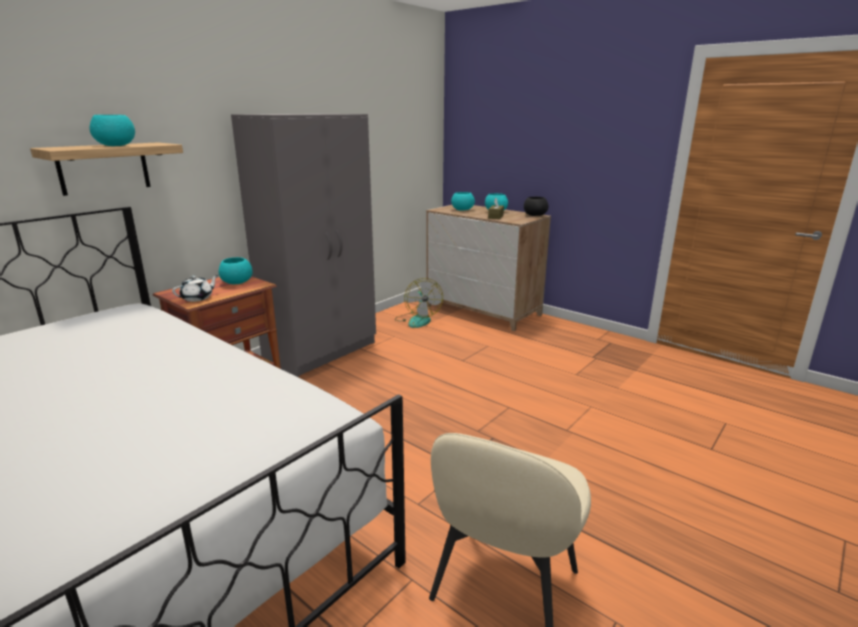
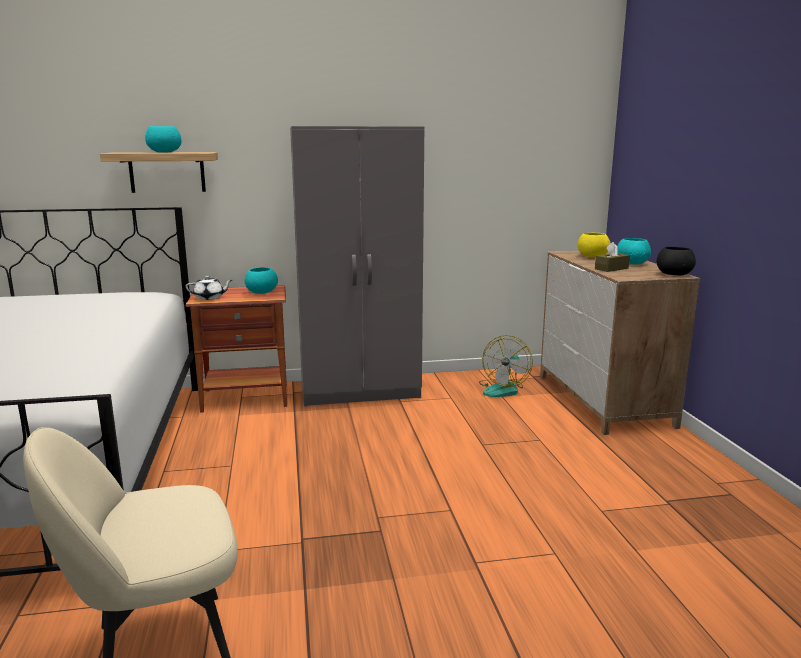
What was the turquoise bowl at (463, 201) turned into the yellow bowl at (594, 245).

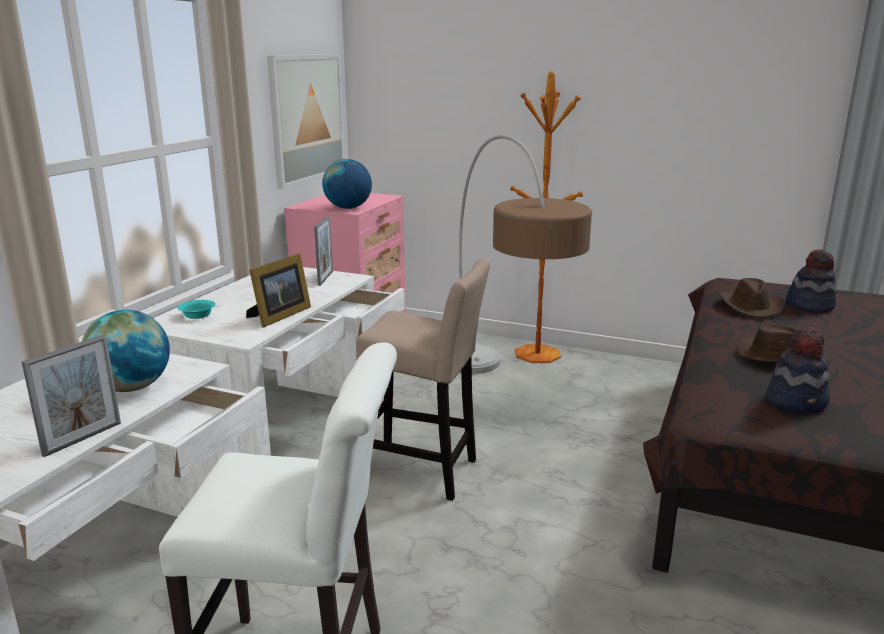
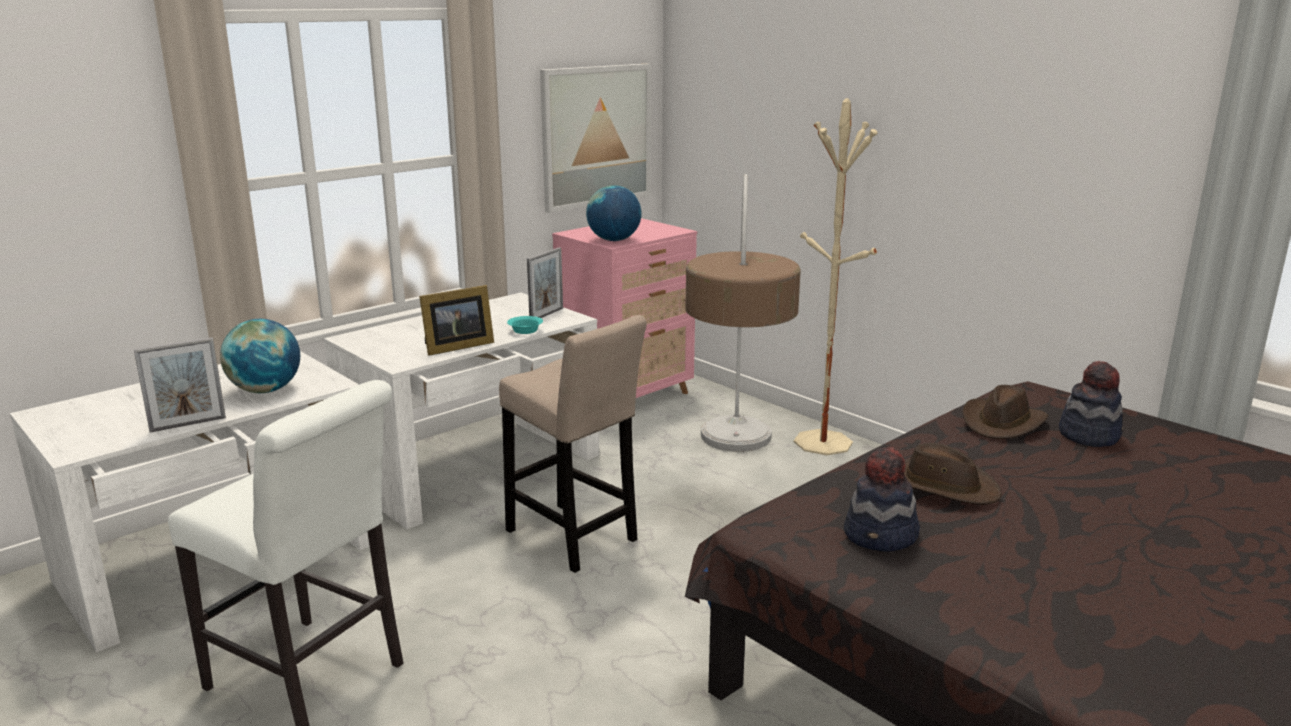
The turquoise bowl ended up elsewhere, having gone from (197, 309) to (525, 325).
What was the orange clothes rack at (546, 217) turned into the beige clothes rack at (836, 276).

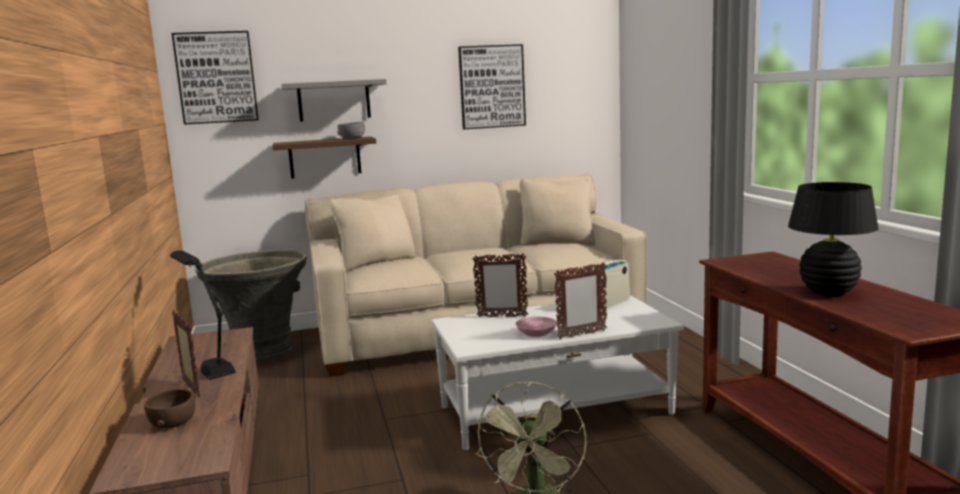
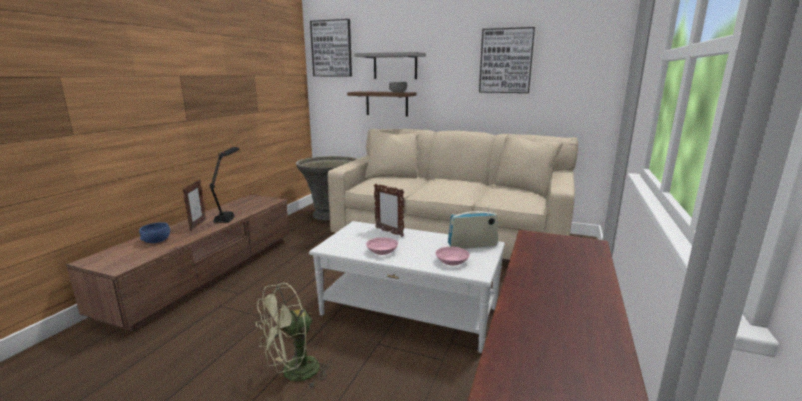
What was the brown bowl at (169, 408) turned into the blue bowl at (154, 232).
The second view gained the pink bowl at (453, 256).
The second view lost the picture frame at (580, 300).
The second view lost the black table lamp at (833, 239).

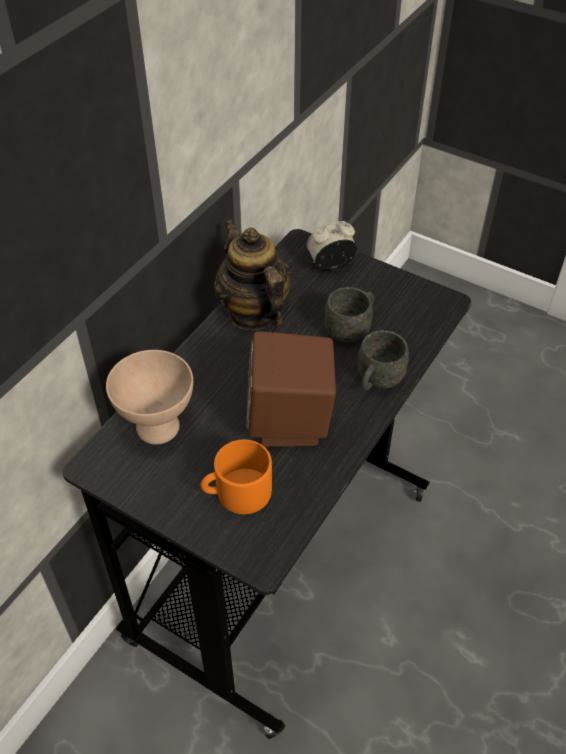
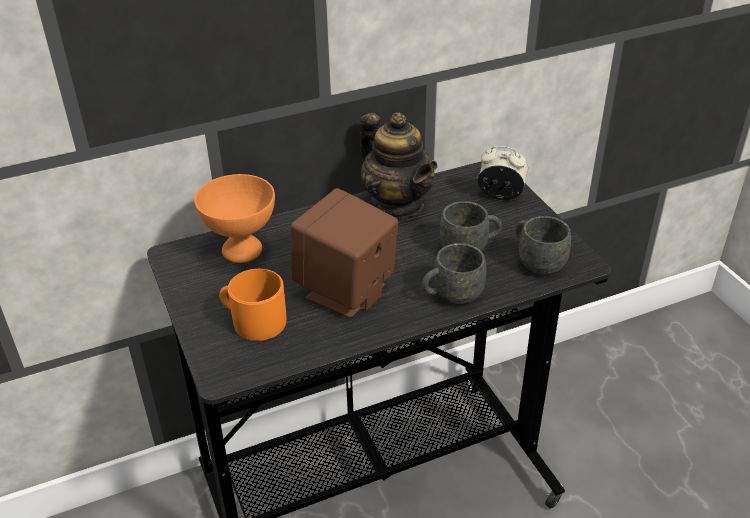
What was the beige bowl at (149, 397) turned into the orange bowl at (234, 218).
The teapot at (252, 275) ended up facing another way, 135 degrees clockwise from before.
The second view gained the grey mug at (543, 245).

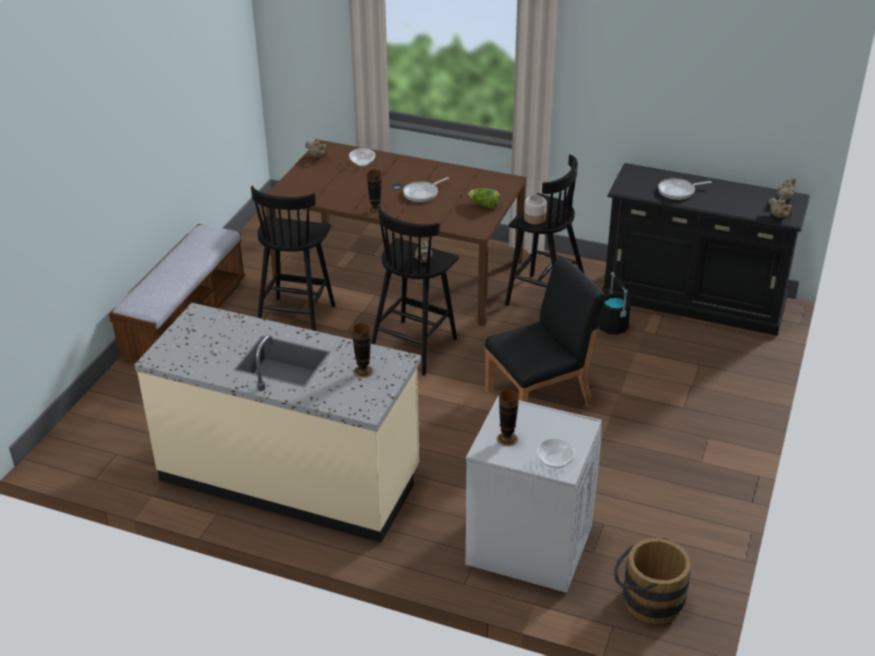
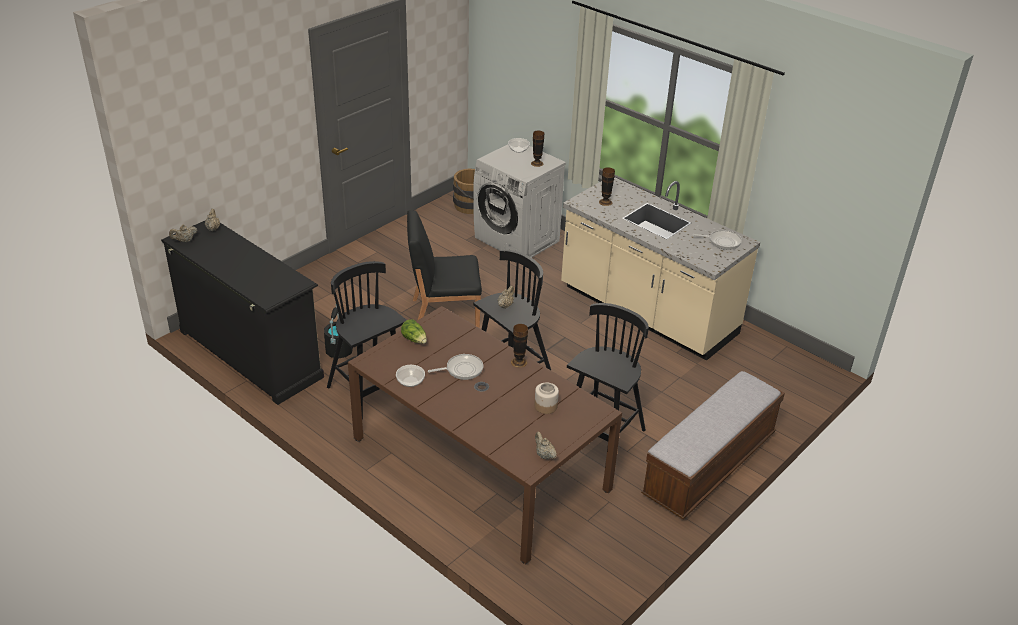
The bowl ended up elsewhere, having gone from (362, 157) to (410, 376).
The jar ended up elsewhere, having gone from (535, 209) to (546, 398).
The frying pan ended up elsewhere, having gone from (685, 189) to (717, 240).

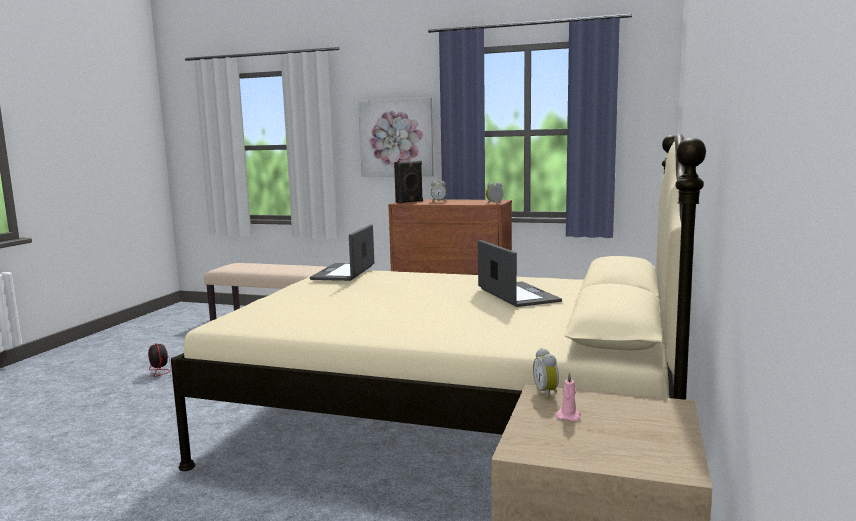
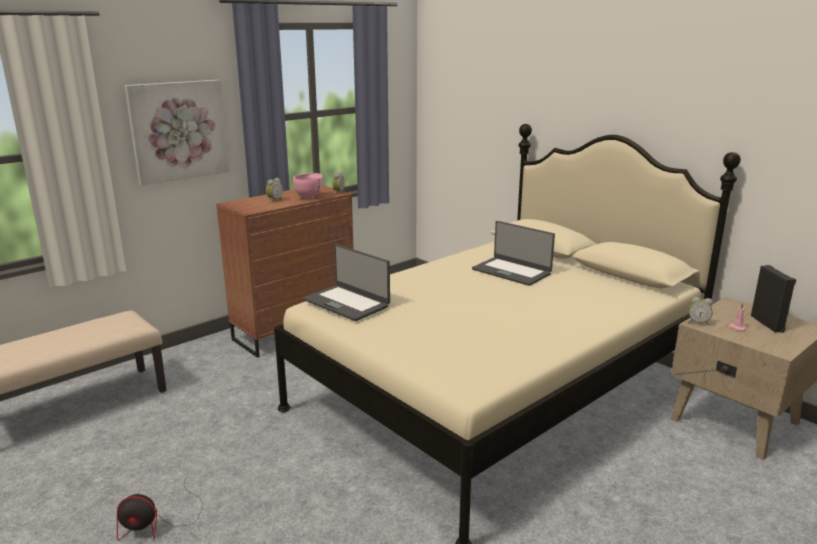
The second view gained the pink bowl at (308, 186).
The laptop at (520, 273) ended up facing another way, 150 degrees counterclockwise from before.
The black speaker ended up elsewhere, having gone from (408, 182) to (773, 299).

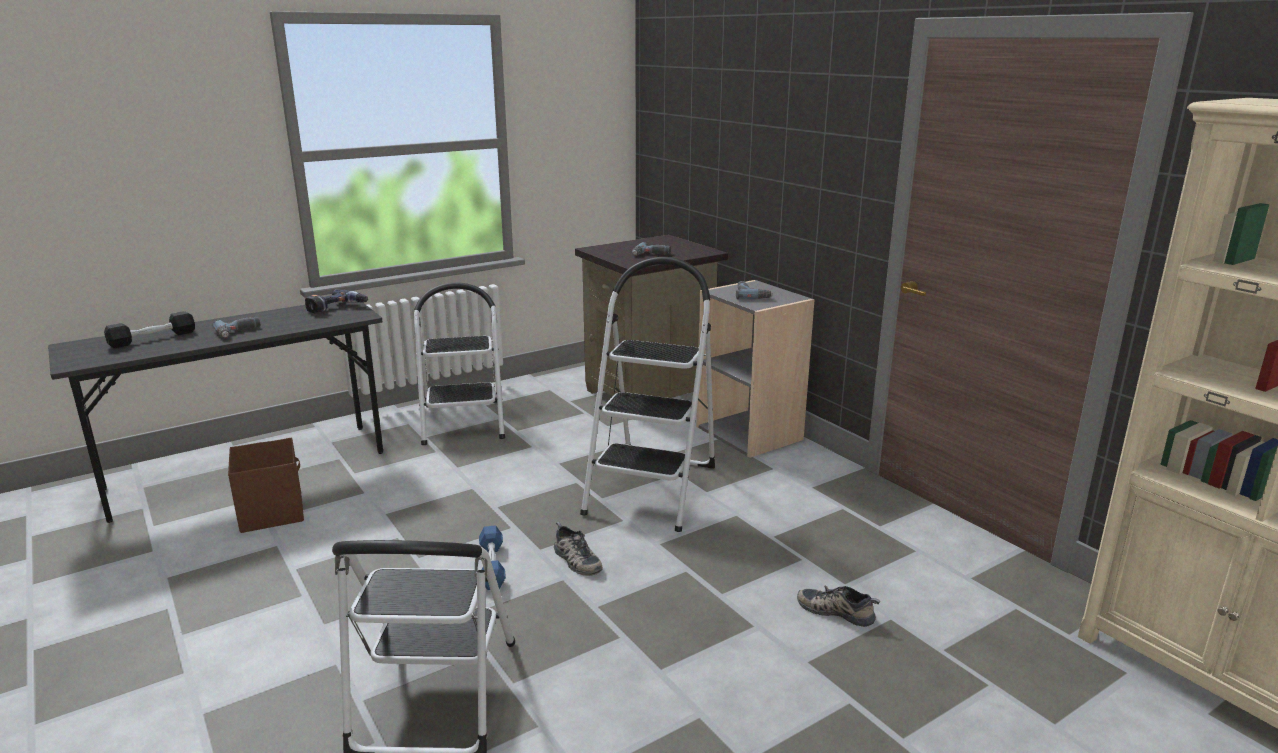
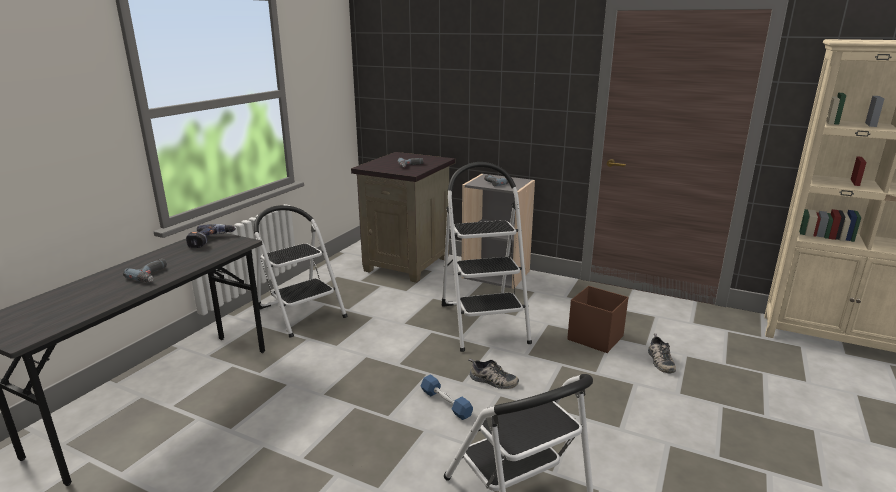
The brown storage box ended up elsewhere, having gone from (266, 485) to (597, 319).
The shoe at (838, 606) ended up facing another way, 90 degrees counterclockwise from before.
The second view lost the black dumbbell at (149, 329).

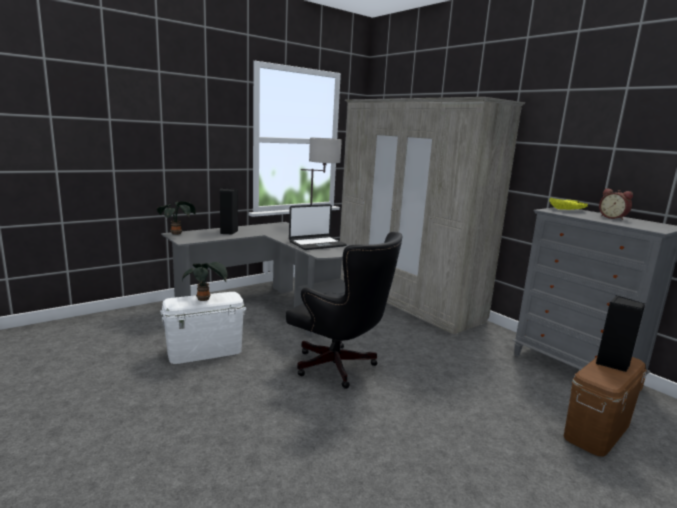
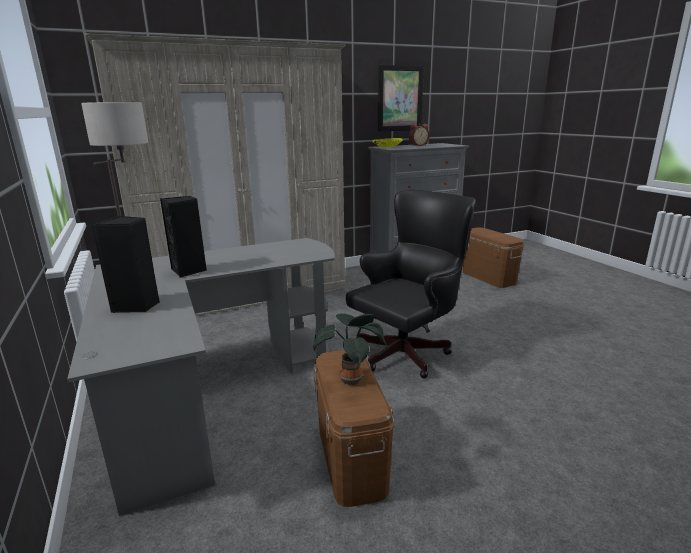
The black speaker ended up elsewhere, having gone from (620, 333) to (183, 237).
What was the white storage box at (203, 328) turned into the brown storage box at (354, 428).
The second view gained the picture at (401, 98).
The second view lost the potted plant at (176, 218).
The second view lost the laptop at (318, 227).

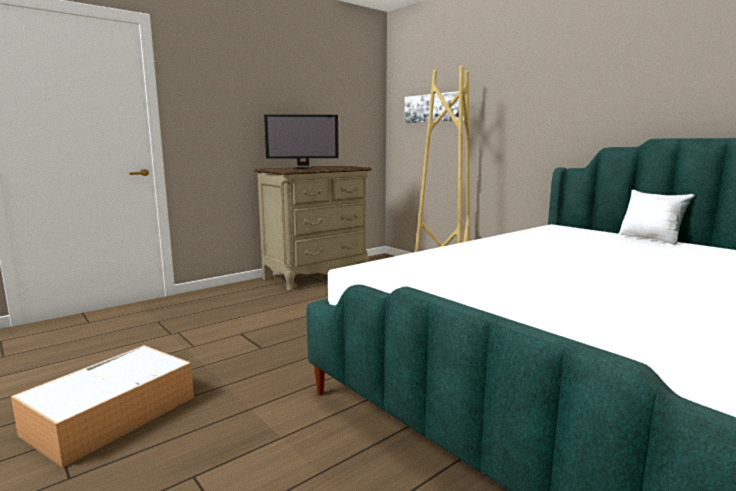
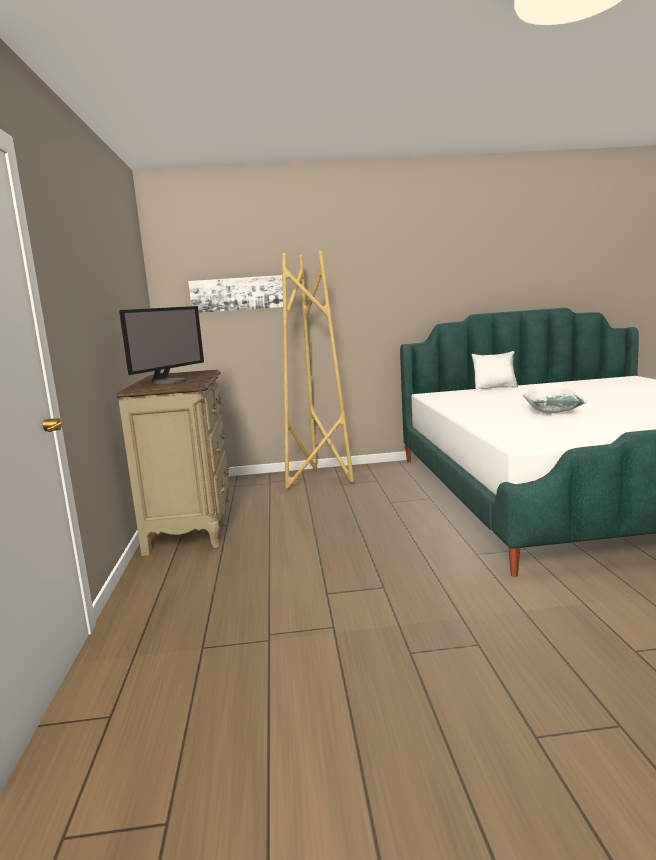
The second view gained the white pillow at (554, 398).
The second view lost the storage box at (102, 406).

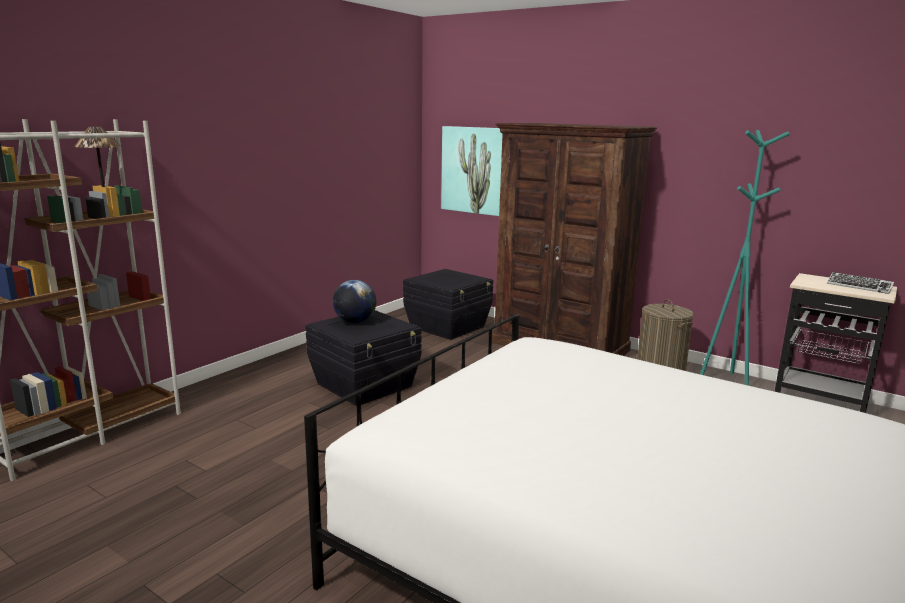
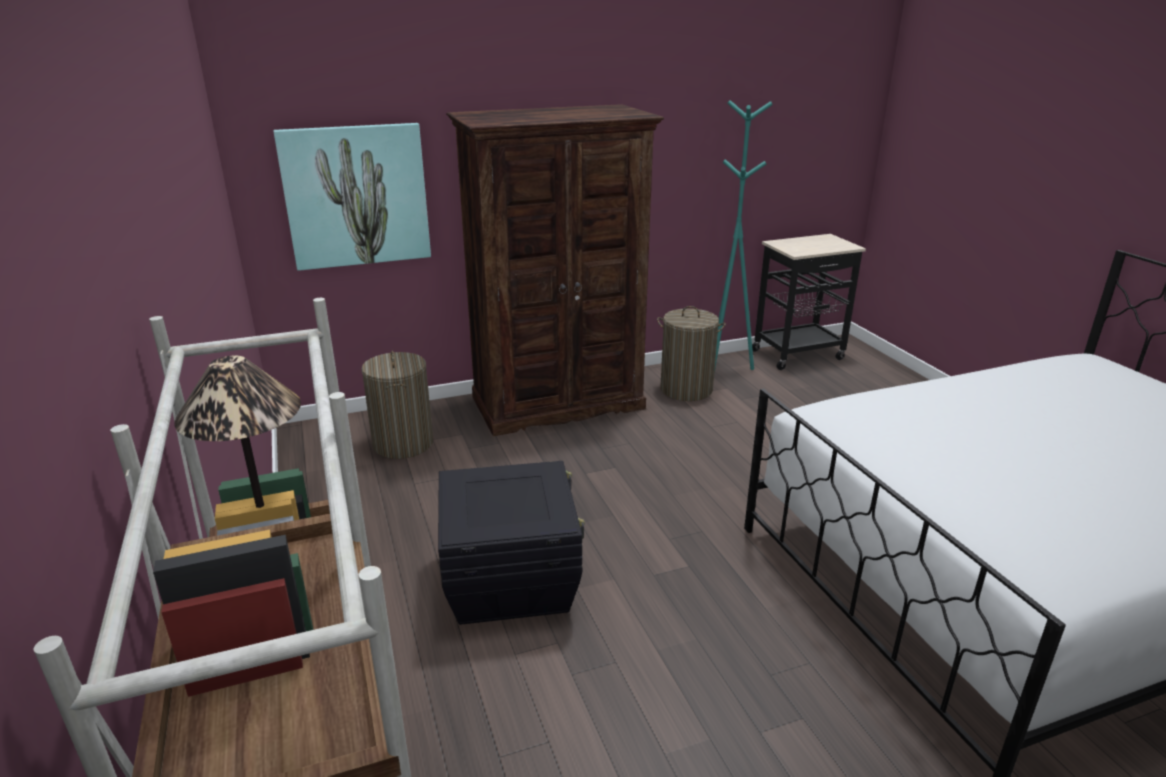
Where the black storage box stood at (448, 304), the laundry basket came to stand at (397, 405).
The second view lost the globe at (354, 301).
The second view lost the keyboard at (860, 283).

